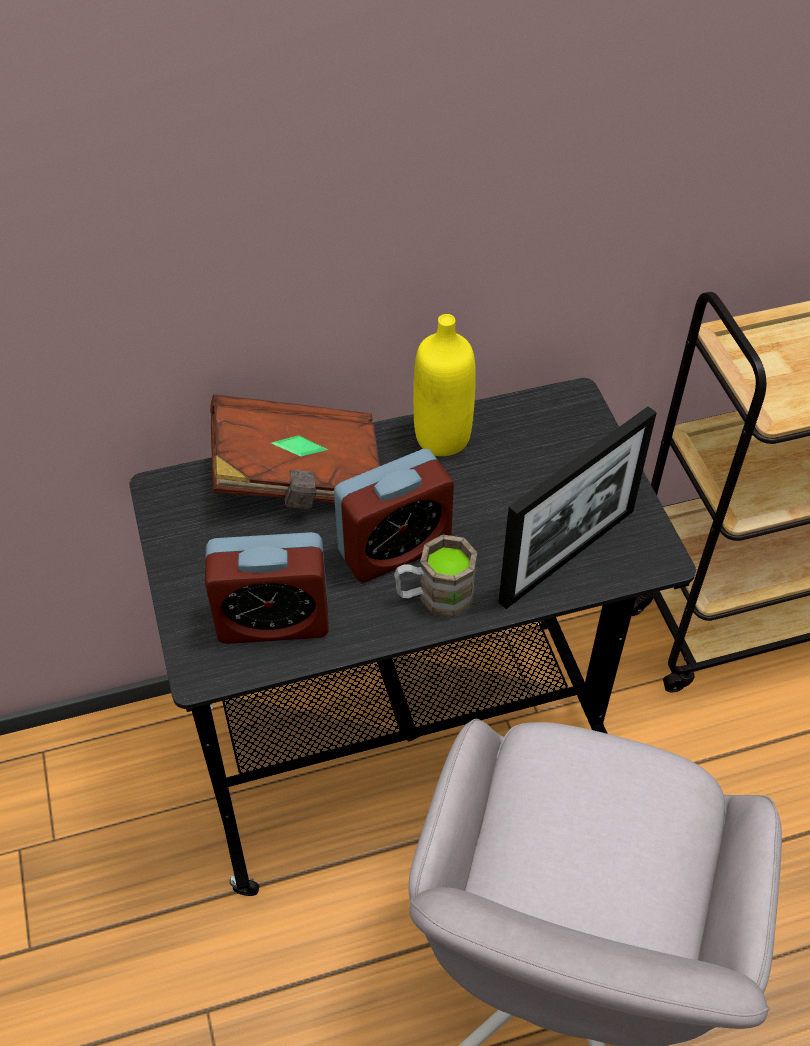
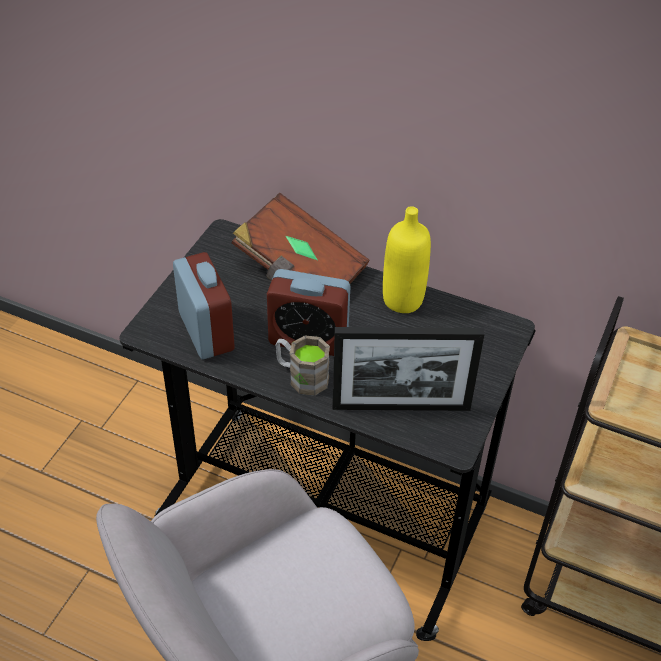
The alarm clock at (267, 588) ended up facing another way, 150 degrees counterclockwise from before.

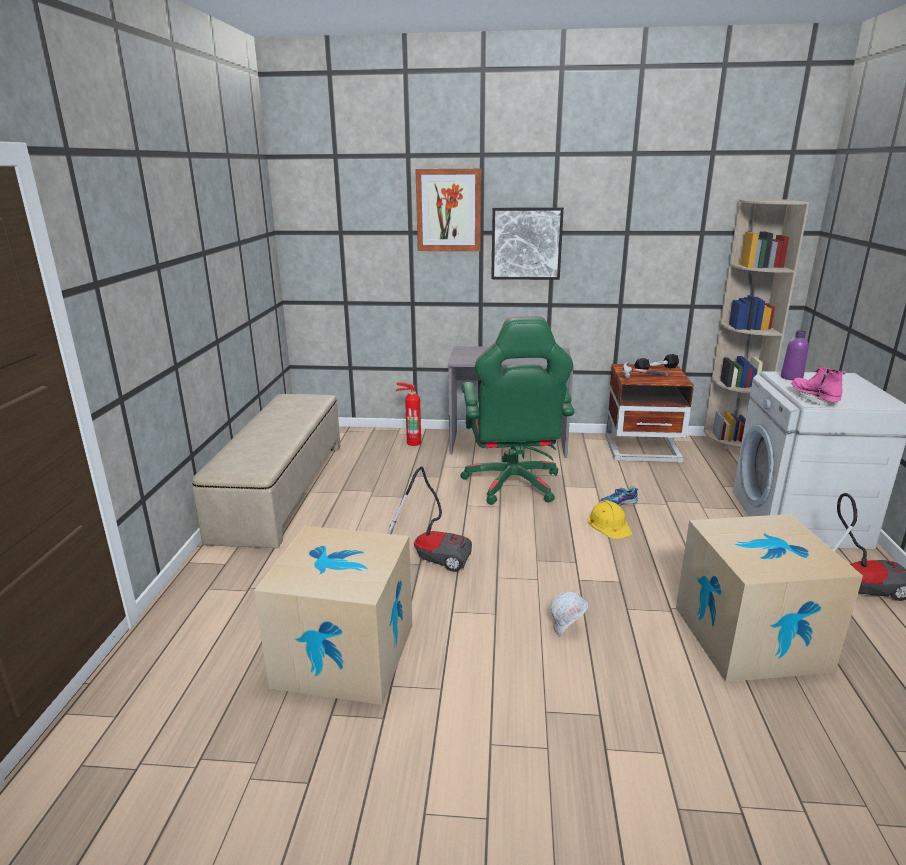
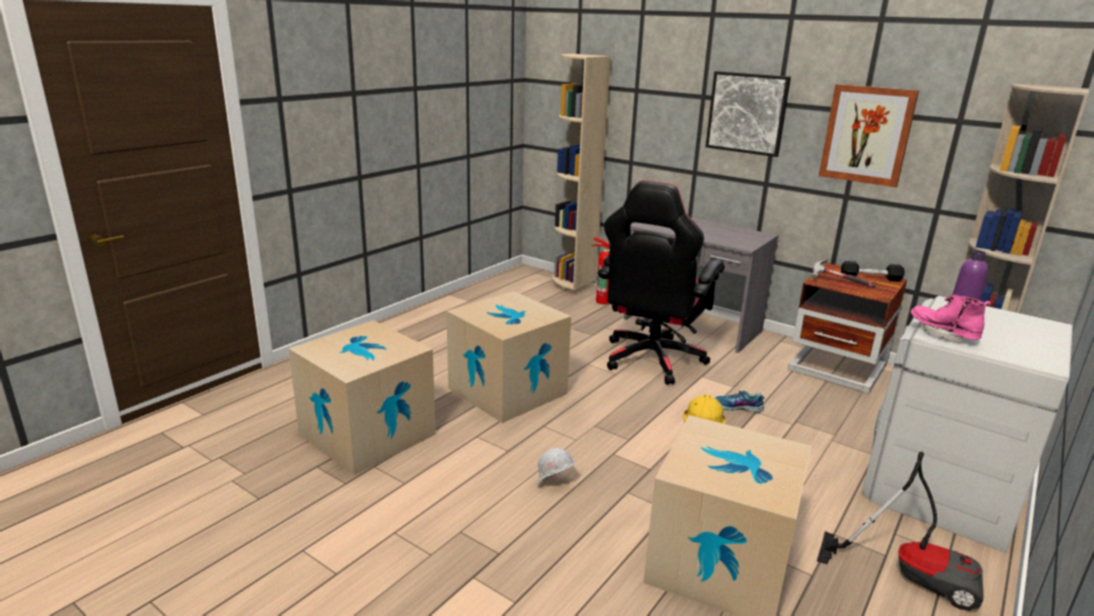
Where the vacuum cleaner stood at (429, 519), the cardboard box came to stand at (508, 357).
The second view gained the beige bookcase at (581, 173).
What was the green office chair at (518, 410) turned into the black office chair at (661, 282).
The picture ended up elsewhere, having gone from (448, 210) to (869, 135).
The pink boot at (818, 385) ended up facing another way, 45 degrees counterclockwise from before.
The second view lost the beige bench at (266, 471).

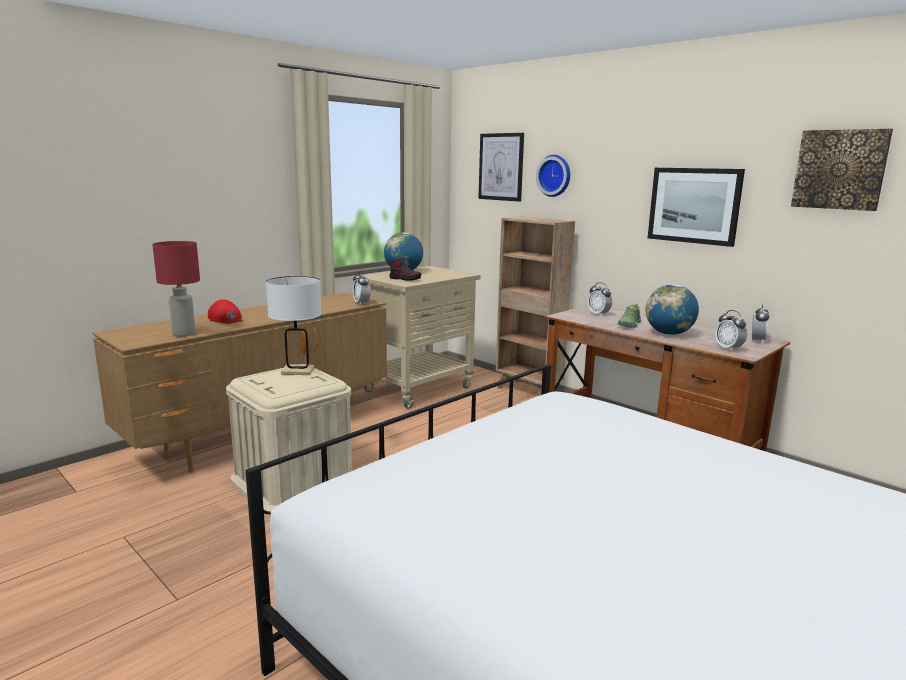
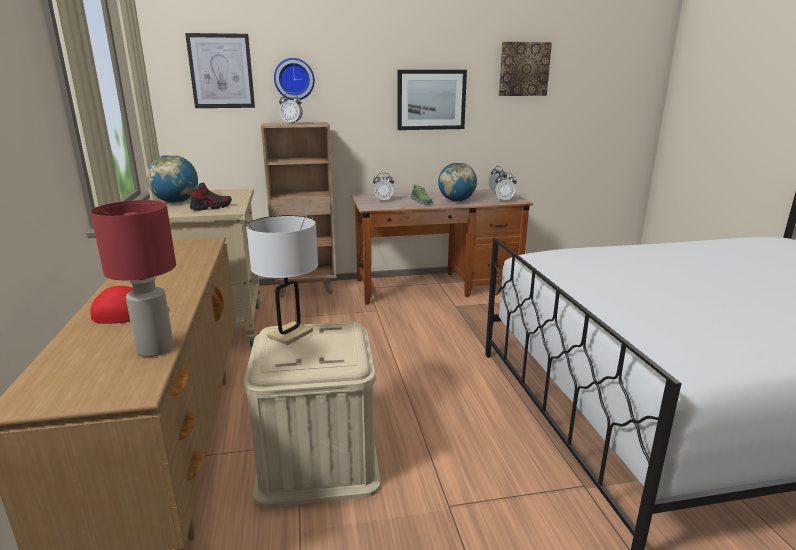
The alarm clock ended up elsewhere, having gone from (362, 288) to (291, 108).

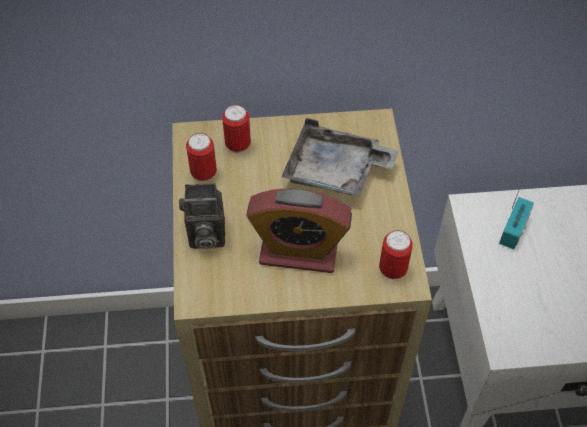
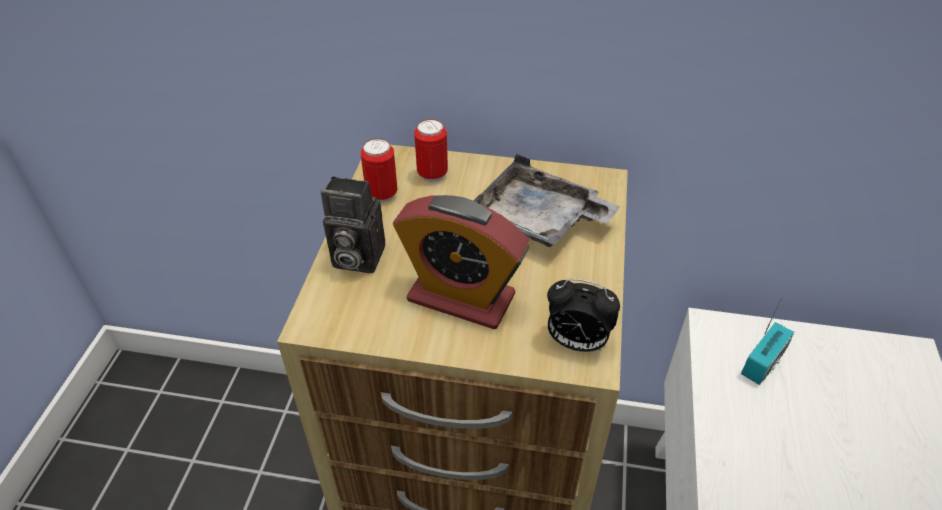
Where the can stood at (396, 254), the alarm clock came to stand at (583, 315).

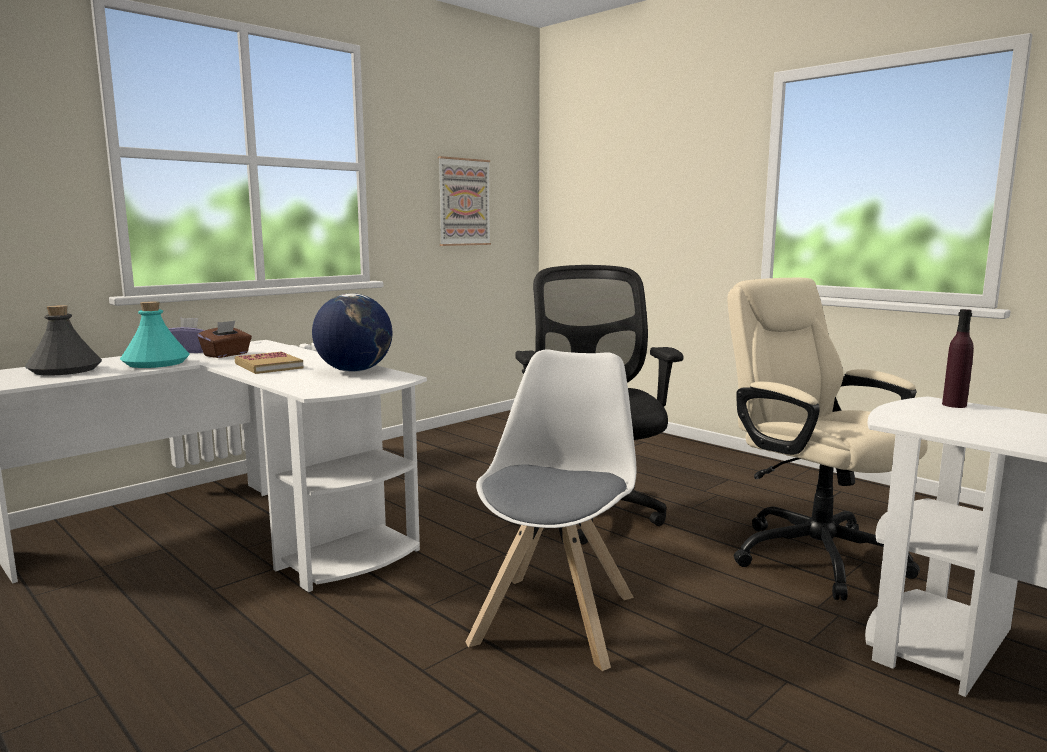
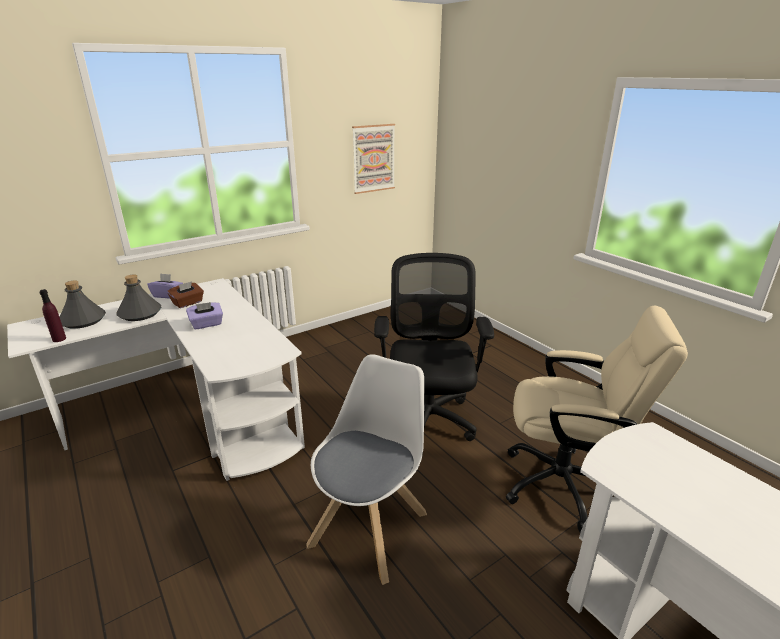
The purple bottle ended up elsewhere, having gone from (958, 358) to (53, 315).
What was the turquoise bottle at (155, 334) turned into the grey bottle at (138, 297).
Where the book stood at (269, 362), the purple tissue box came to stand at (204, 316).
The beige office chair at (828, 439) ended up facing another way, 120 degrees clockwise from before.
The second view lost the globe at (352, 332).

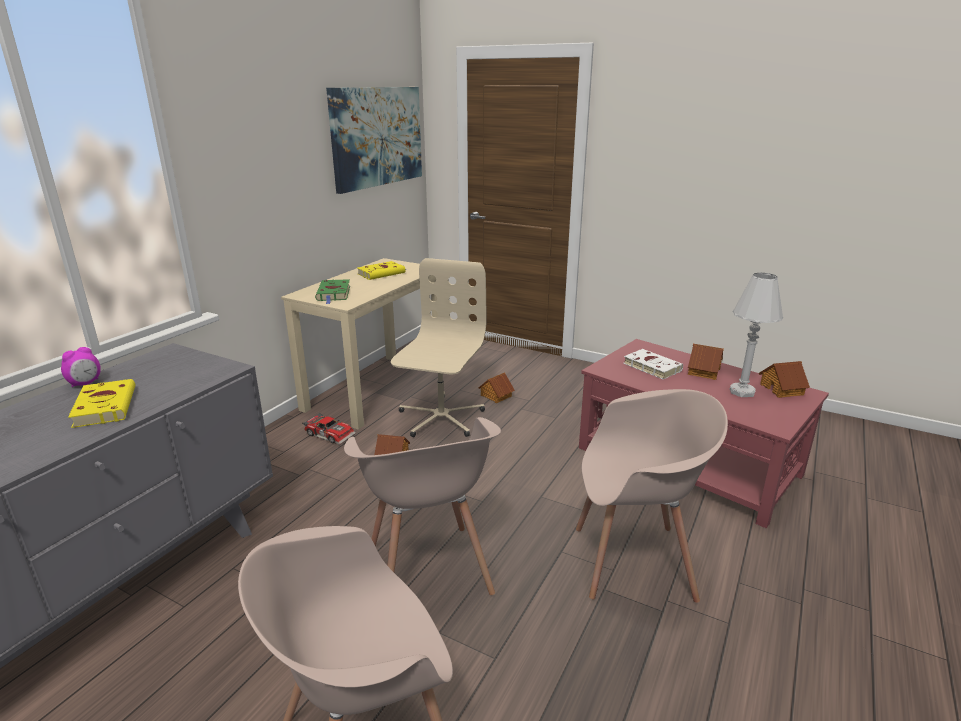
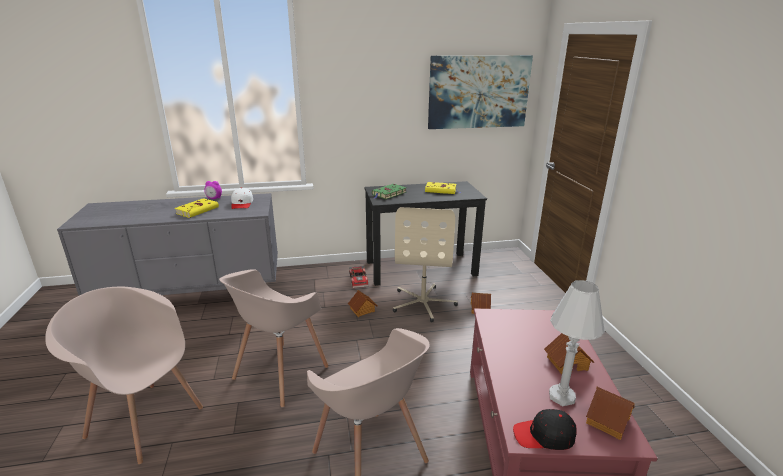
The second view gained the white cap at (242, 198).
What was the beige desk at (359, 344) turned into the black desk at (425, 233).
The beige office chair at (438, 347) ended up facing another way, 120 degrees clockwise from before.
The second view gained the black cap at (545, 429).
The second view lost the white book at (653, 364).

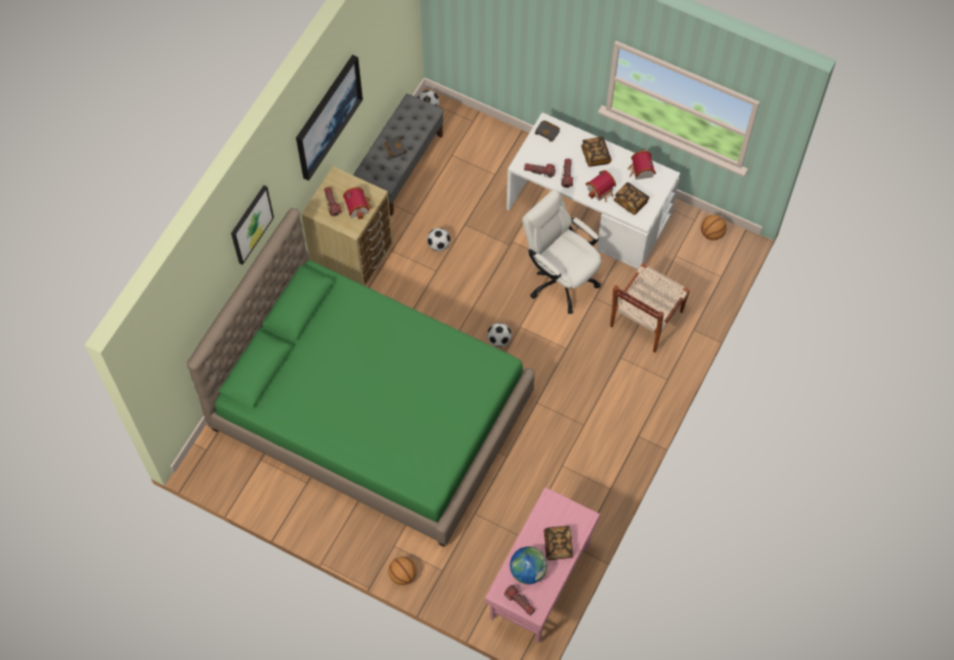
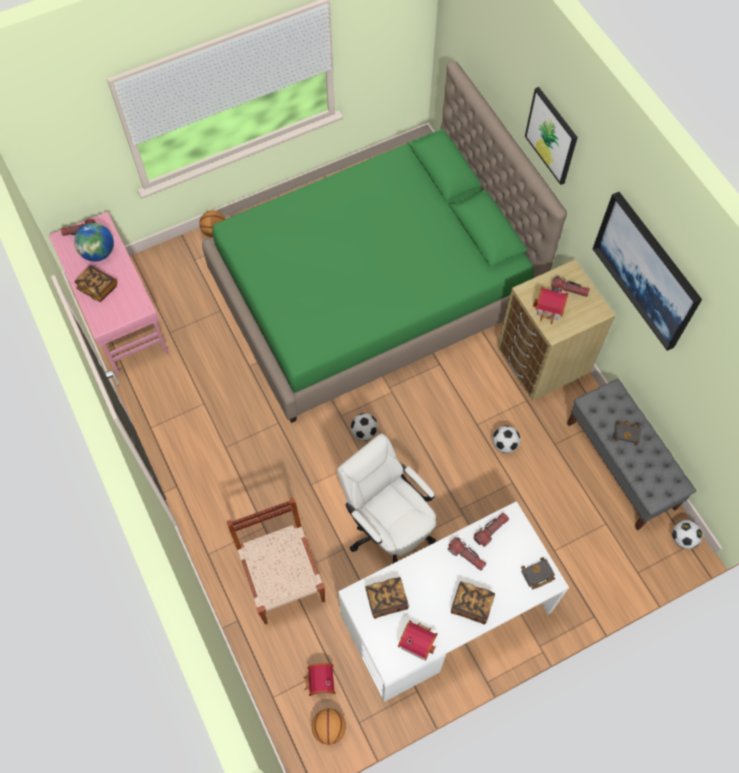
The toy house ended up elsewhere, having gone from (600, 186) to (319, 679).
The white office chair at (561, 251) ended up facing another way, 120 degrees counterclockwise from before.

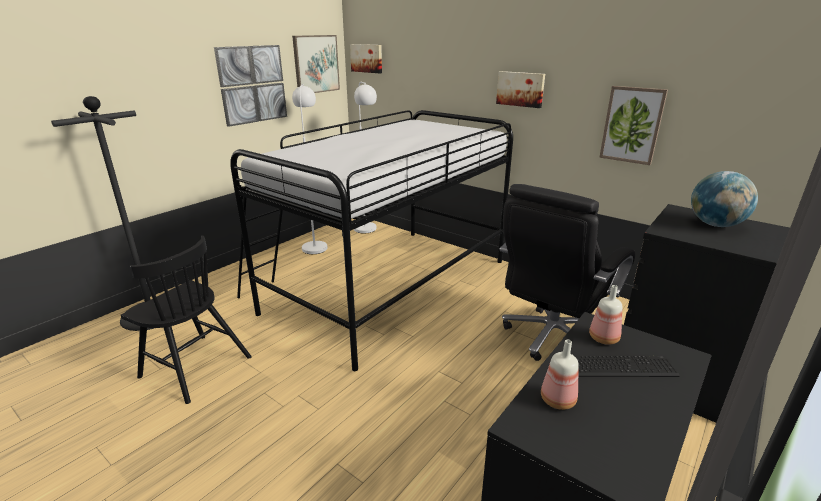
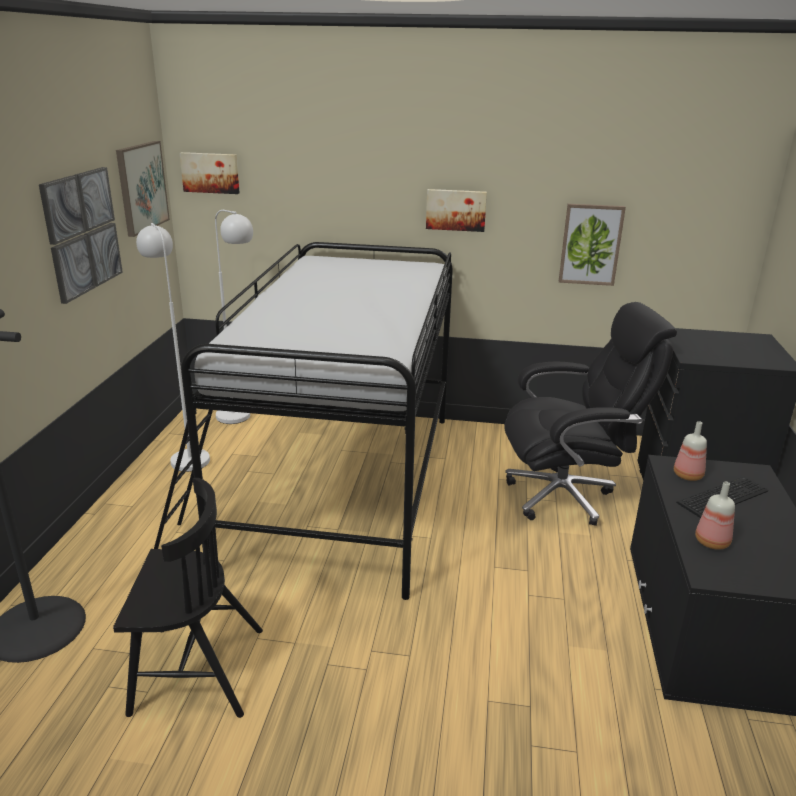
The black office chair at (567, 272) ended up facing another way, 105 degrees counterclockwise from before.
The second view lost the globe at (724, 199).

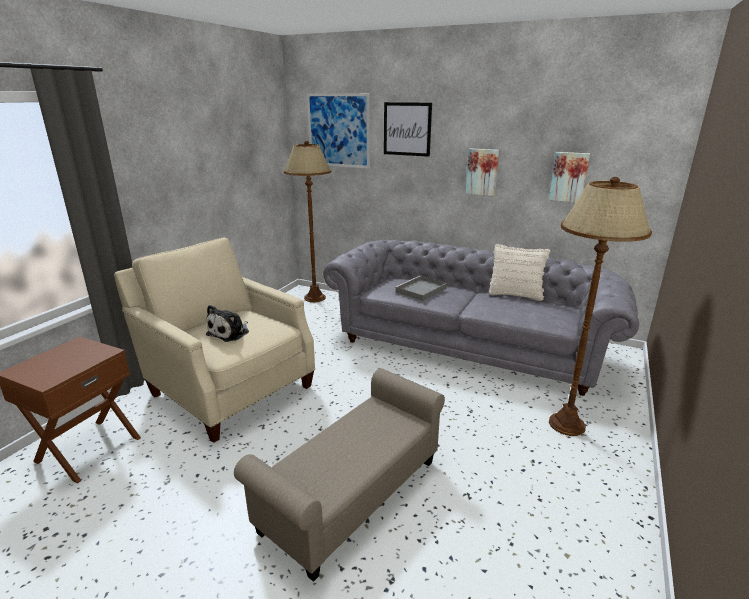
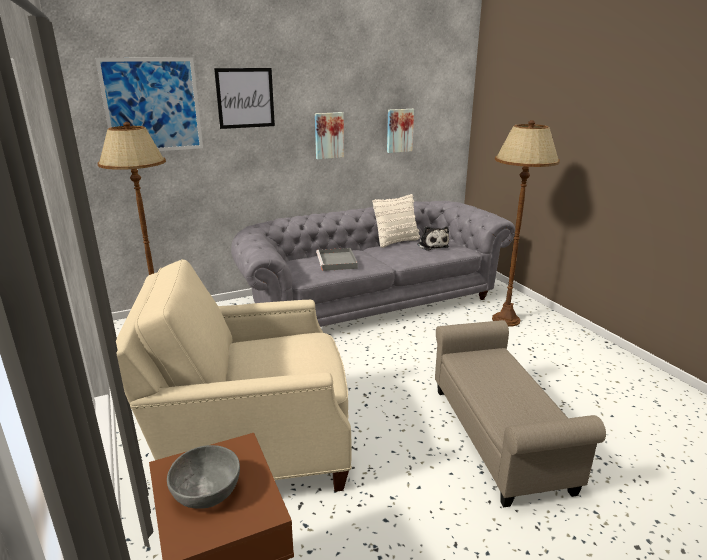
The second view gained the grey bowl at (203, 477).
The plush toy ended up elsewhere, having gone from (227, 323) to (433, 239).

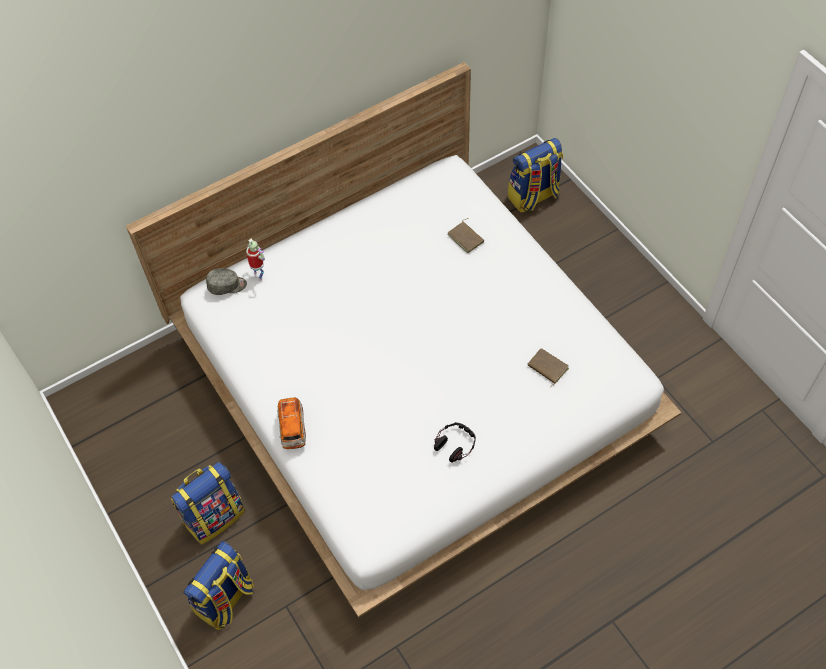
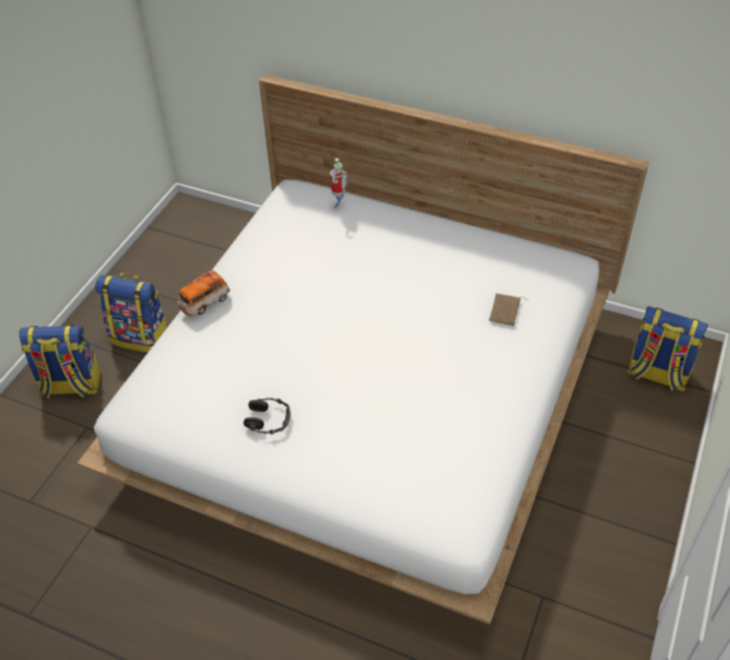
The second view lost the grey cap at (226, 281).
The second view lost the brown book at (548, 368).

